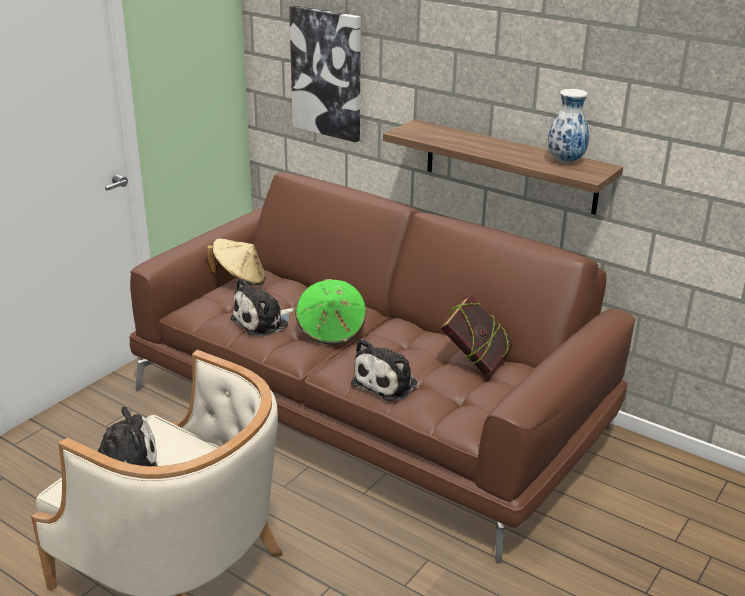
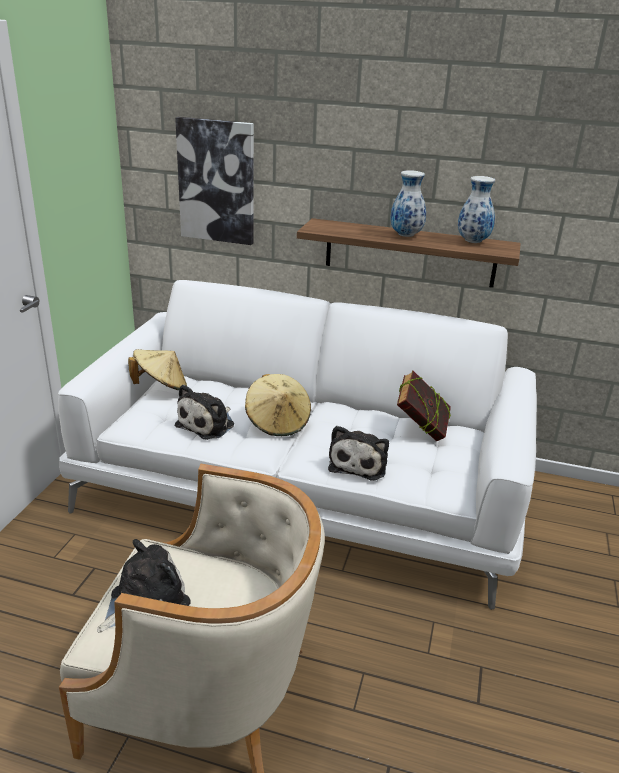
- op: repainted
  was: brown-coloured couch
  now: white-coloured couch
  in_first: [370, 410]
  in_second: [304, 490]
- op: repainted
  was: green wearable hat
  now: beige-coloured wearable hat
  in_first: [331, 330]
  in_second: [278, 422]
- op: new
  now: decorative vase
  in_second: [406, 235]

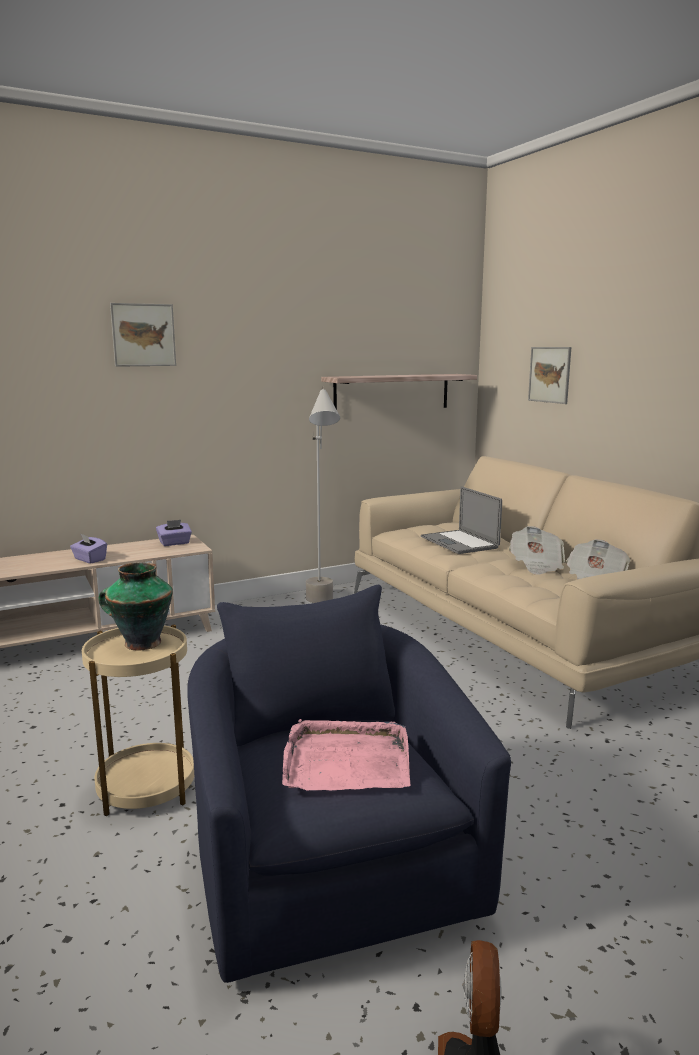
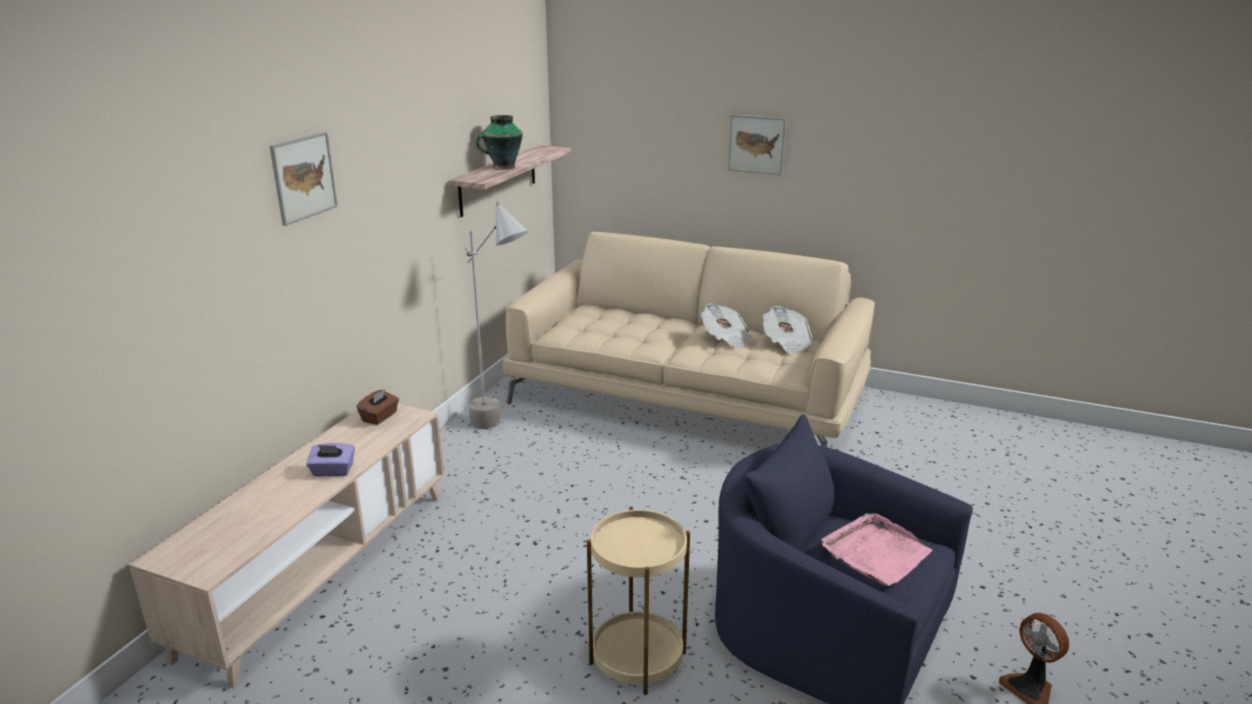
- op: shifted
  was: picture
  in_first: [549, 374]
  in_second: [756, 144]
- op: gone
  was: portable computer
  in_first: [459, 542]
- op: repainted
  was: purple box of tissues
  now: brown-coloured box of tissues
  in_first: [174, 543]
  in_second: [380, 417]
- op: shifted
  was: decorative vase
  in_first: [141, 643]
  in_second: [503, 167]

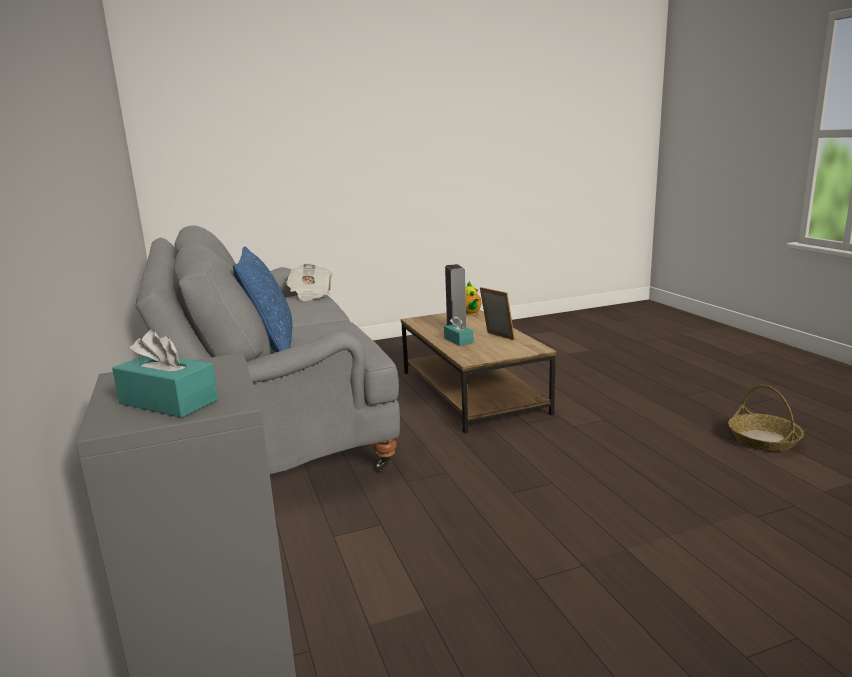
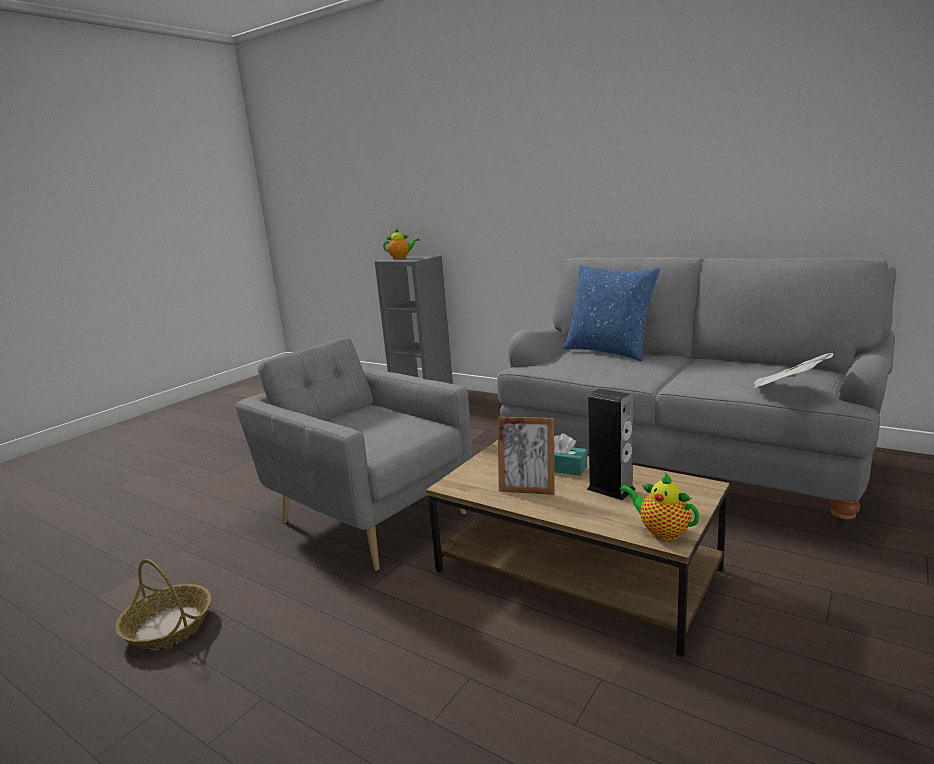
- op: swapped
  was: turquoise box of tissues
  now: pot for tea
  in_first: [169, 402]
  in_second: [401, 258]
- op: new
  now: greyish easy chair
  in_second: [368, 514]

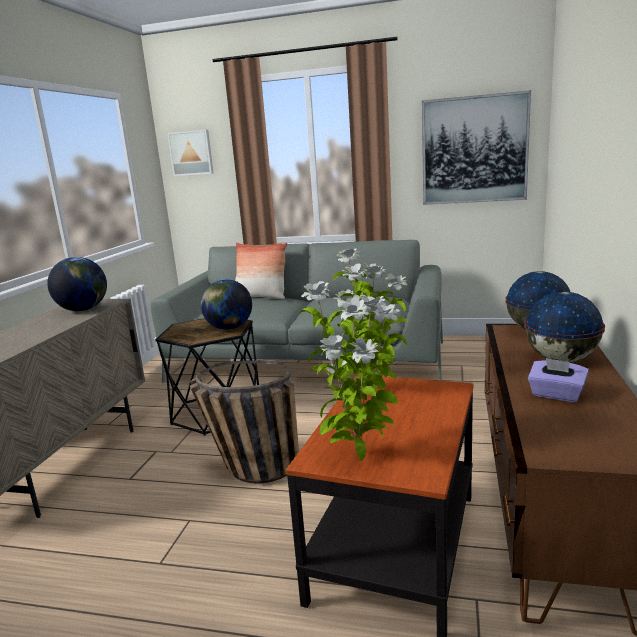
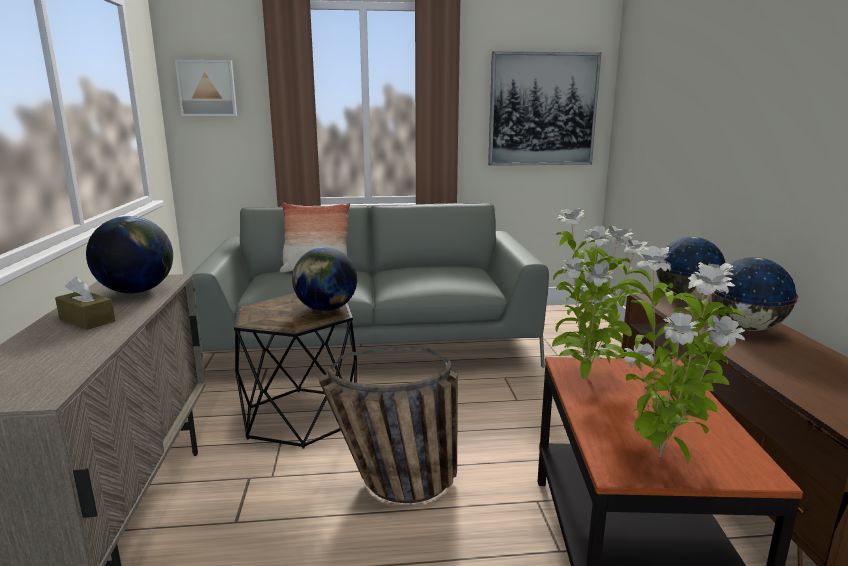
- op: gone
  was: purple box of tissues
  in_first: [556, 395]
- op: new
  now: brown-coloured box of tissues
  in_second: [87, 320]

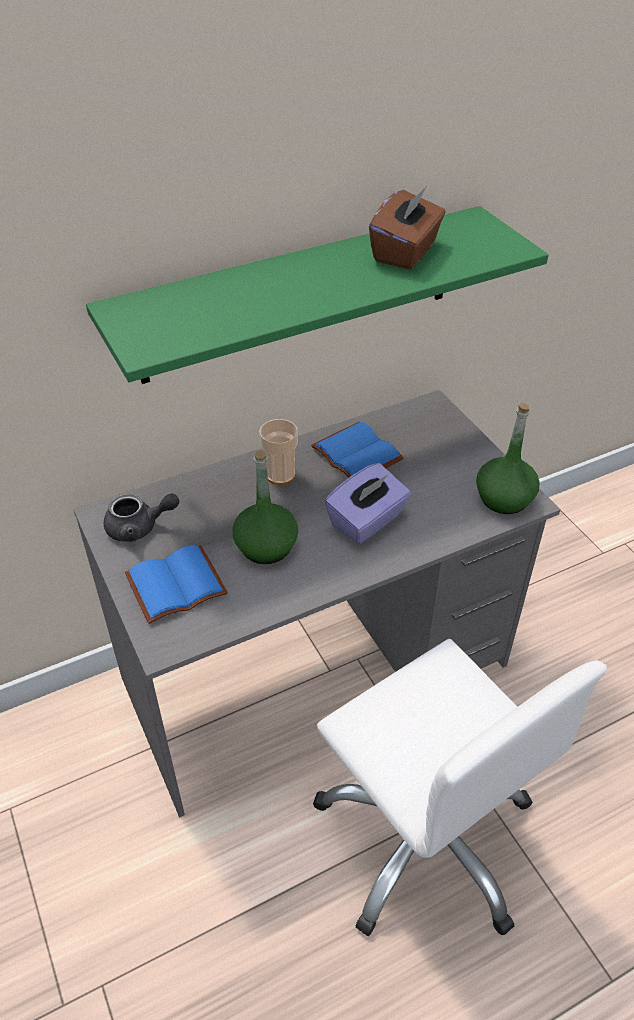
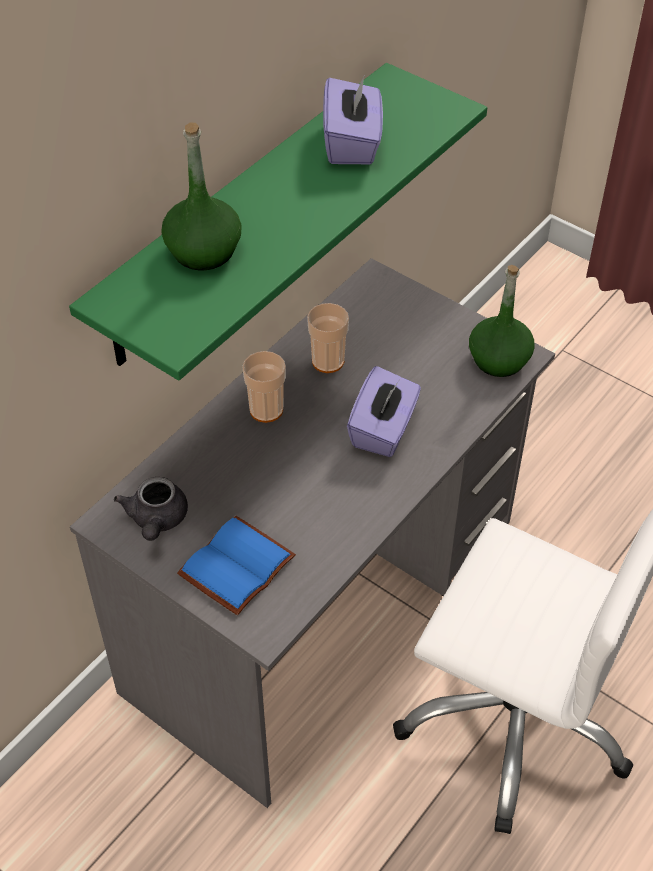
- op: repainted
  was: brown-coloured box of tissues
  now: purple box of tissues
  in_first: [406, 252]
  in_second: [352, 143]
- op: swapped
  was: blue-coloured book
  now: cup
  in_first: [354, 454]
  in_second: [328, 361]
- op: shifted
  was: green drink bottle
  in_first: [266, 547]
  in_second: [203, 251]
- op: rotated
  was: greyish pot for tea
  in_first: [139, 527]
  in_second: [156, 520]
  clockwise: 120

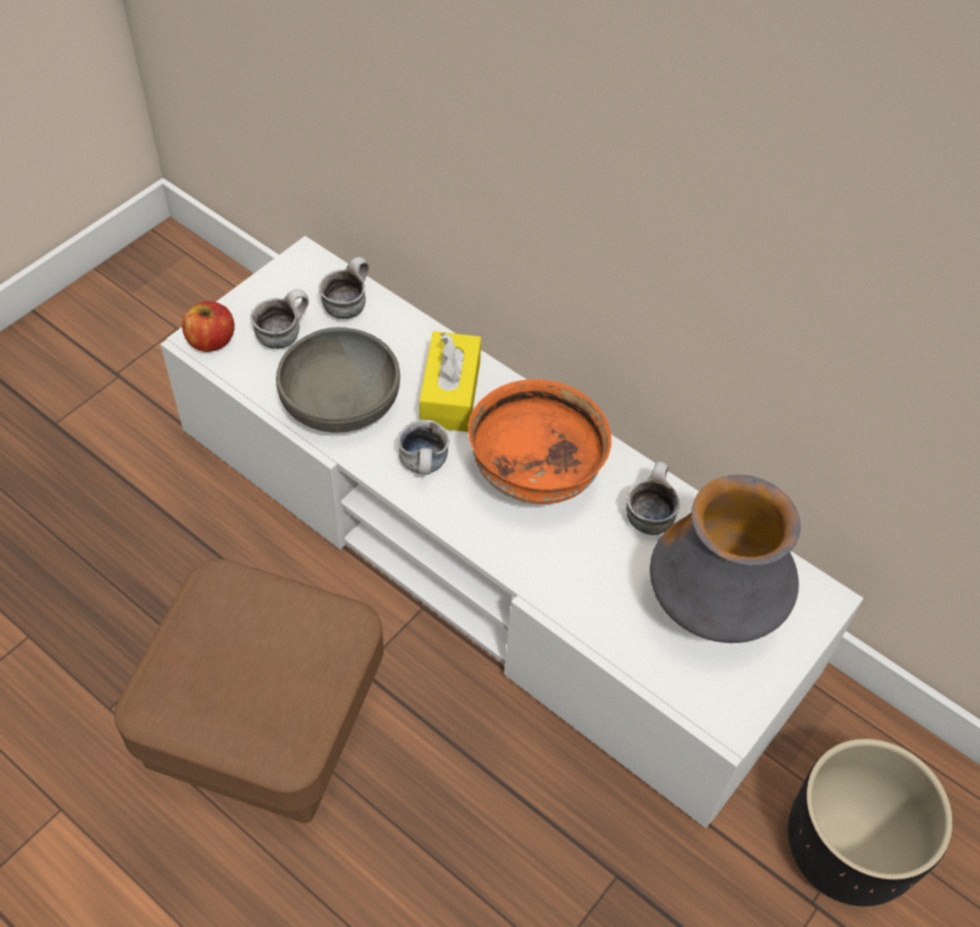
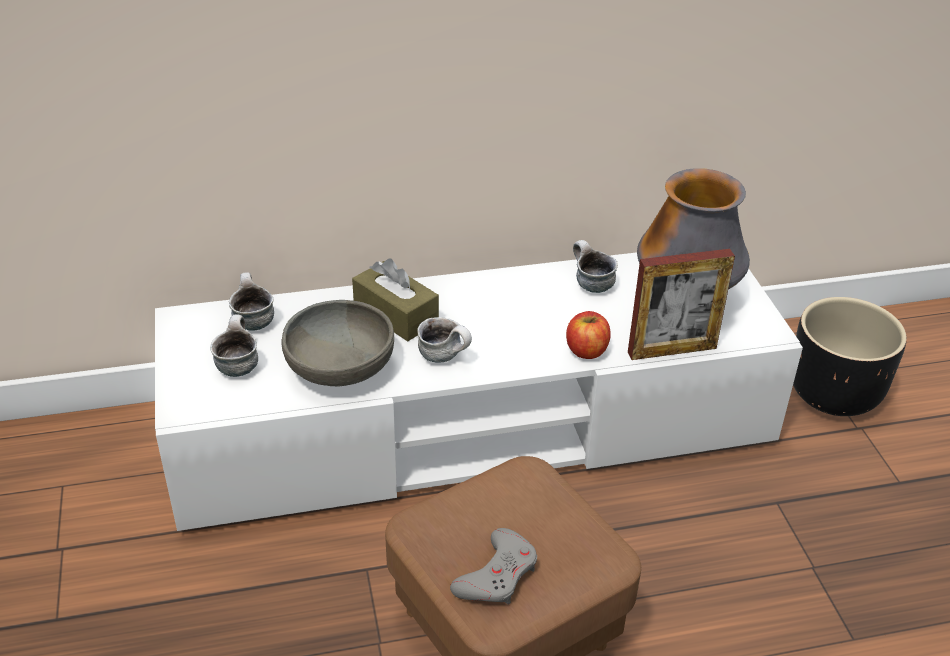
- op: shifted
  was: whole apple
  in_first: [211, 341]
  in_second: [586, 350]
- op: repainted
  was: yellow-coloured box of tissues
  now: brown-coloured box of tissues
  in_first: [450, 394]
  in_second: [396, 314]
- op: gone
  was: orangey deep dish
  in_first: [534, 478]
- op: new
  now: standing frame
  in_second: [672, 350]
- op: new
  now: greyish joypad
  in_second: [497, 575]

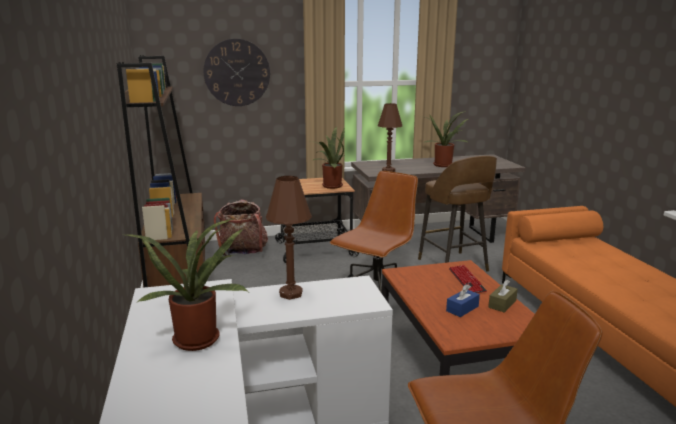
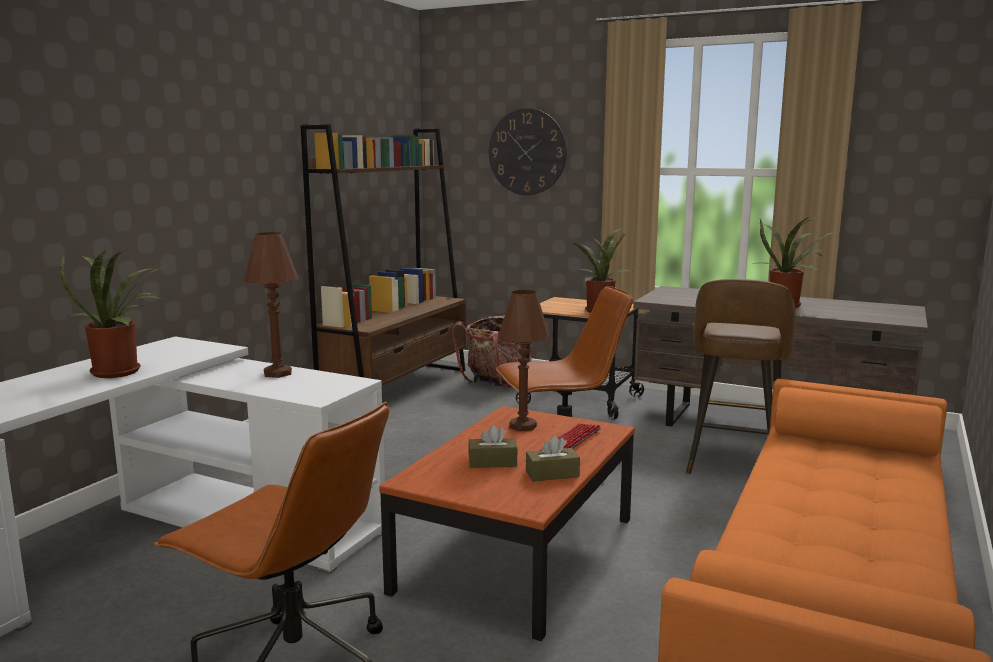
- op: shifted
  was: brown-coloured lamp for a table
  in_first: [388, 171]
  in_second: [523, 426]
- op: repainted
  was: blue-coloured box of tissues
  now: brown-coloured box of tissues
  in_first: [462, 309]
  in_second: [492, 462]

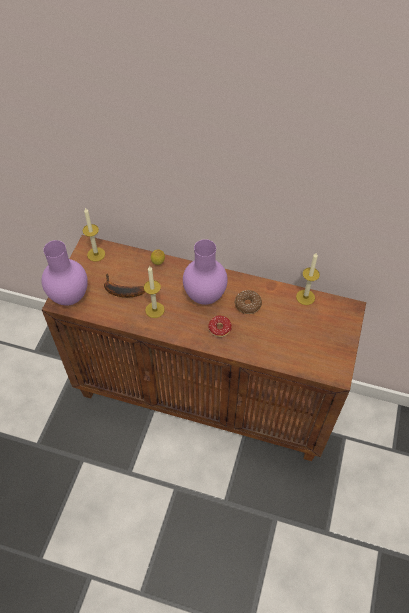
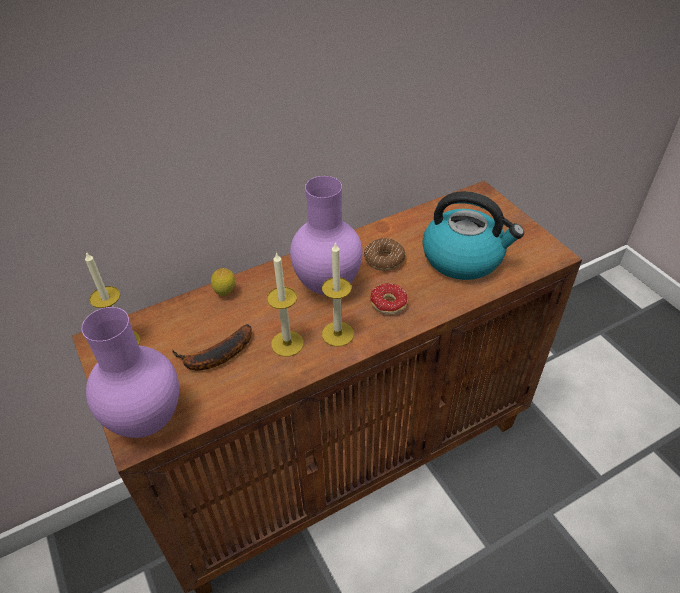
- op: shifted
  was: wax light
  in_first: [305, 297]
  in_second: [338, 334]
- op: new
  now: tea kettle
  in_second: [464, 258]

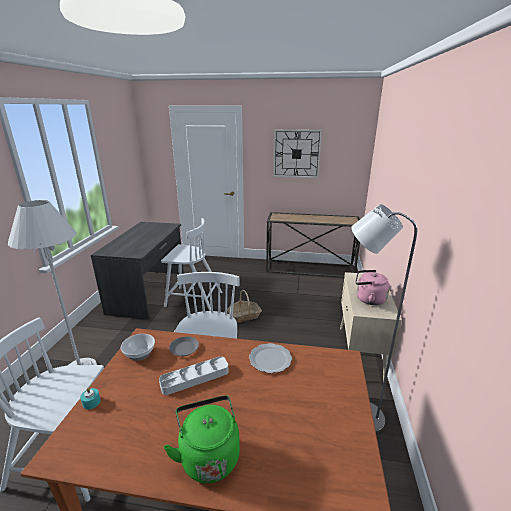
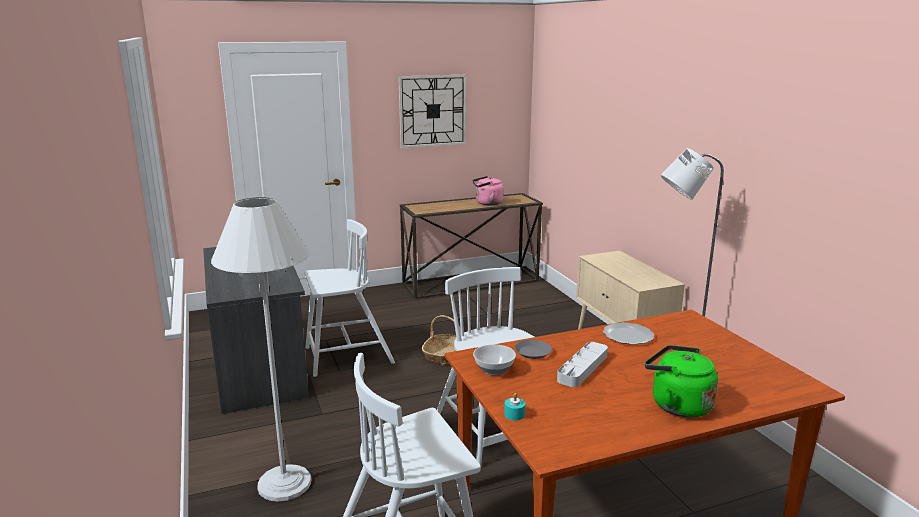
- op: shifted
  was: pinkish tea kettle
  in_first: [368, 299]
  in_second: [487, 203]

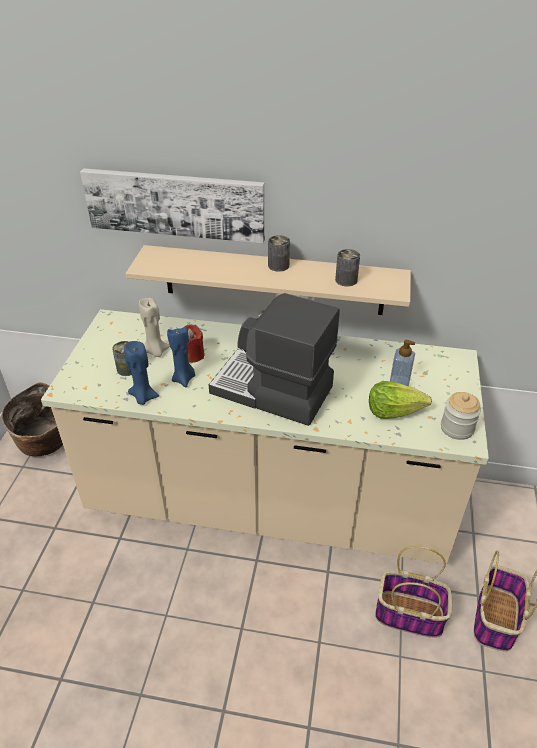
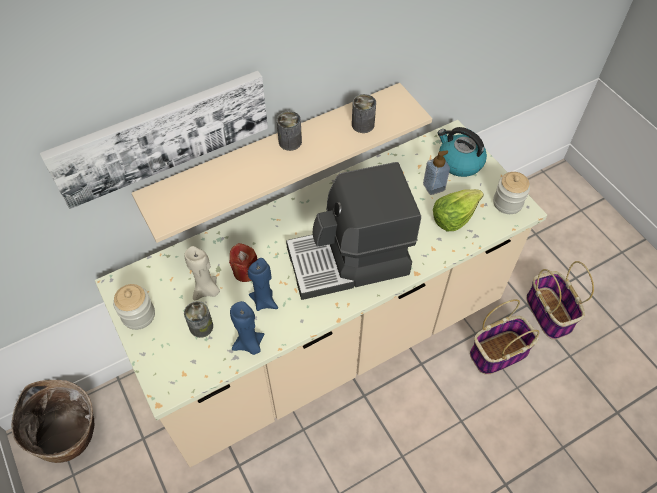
- op: new
  now: tea kettle
  in_second: [459, 162]
- op: new
  now: storage jar
  in_second: [138, 315]

